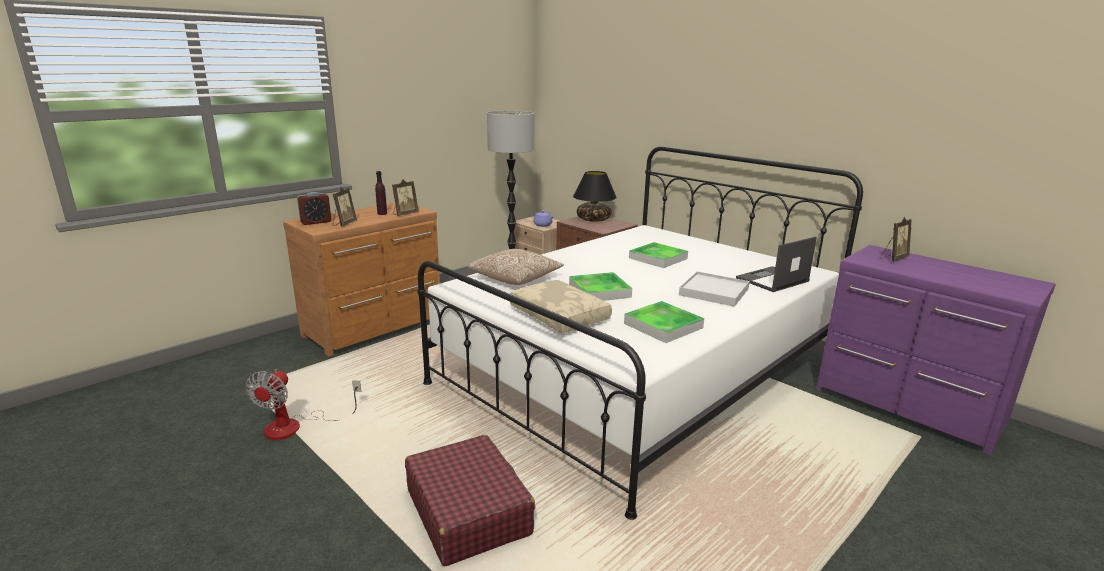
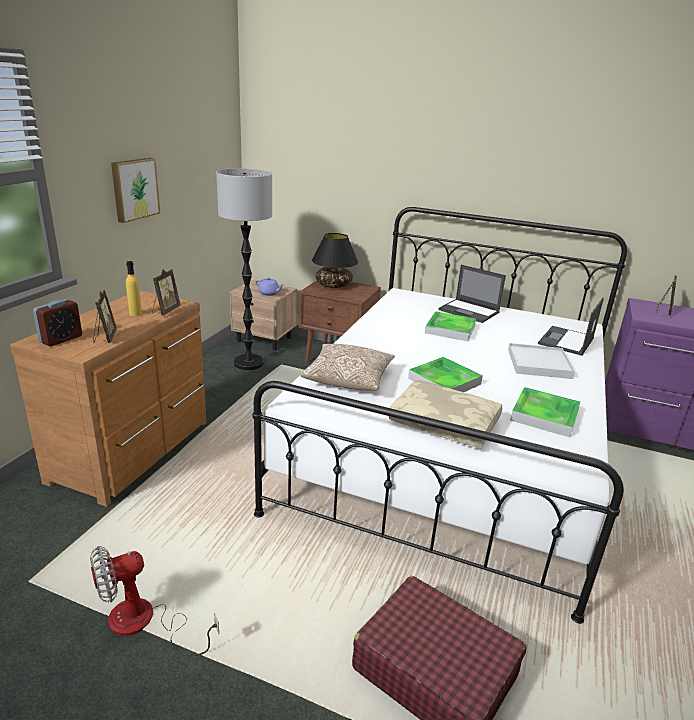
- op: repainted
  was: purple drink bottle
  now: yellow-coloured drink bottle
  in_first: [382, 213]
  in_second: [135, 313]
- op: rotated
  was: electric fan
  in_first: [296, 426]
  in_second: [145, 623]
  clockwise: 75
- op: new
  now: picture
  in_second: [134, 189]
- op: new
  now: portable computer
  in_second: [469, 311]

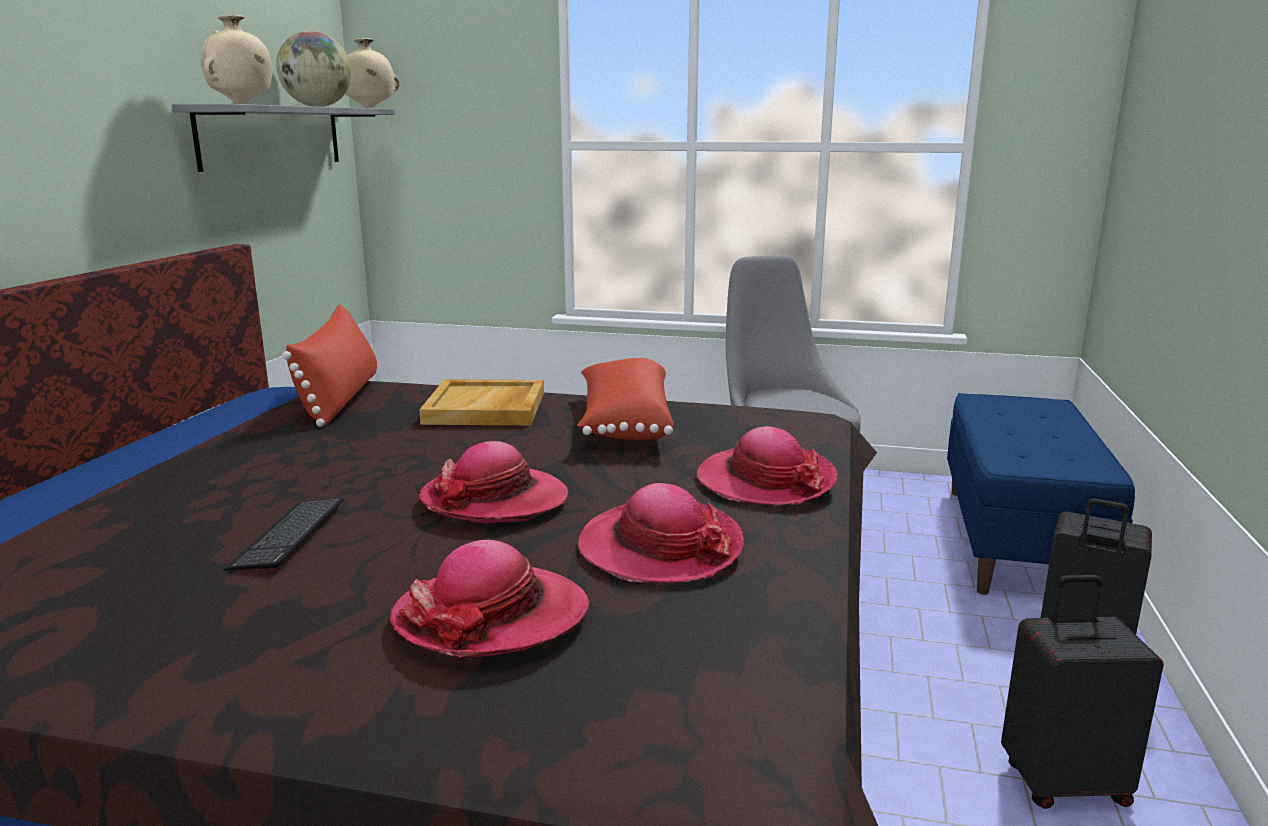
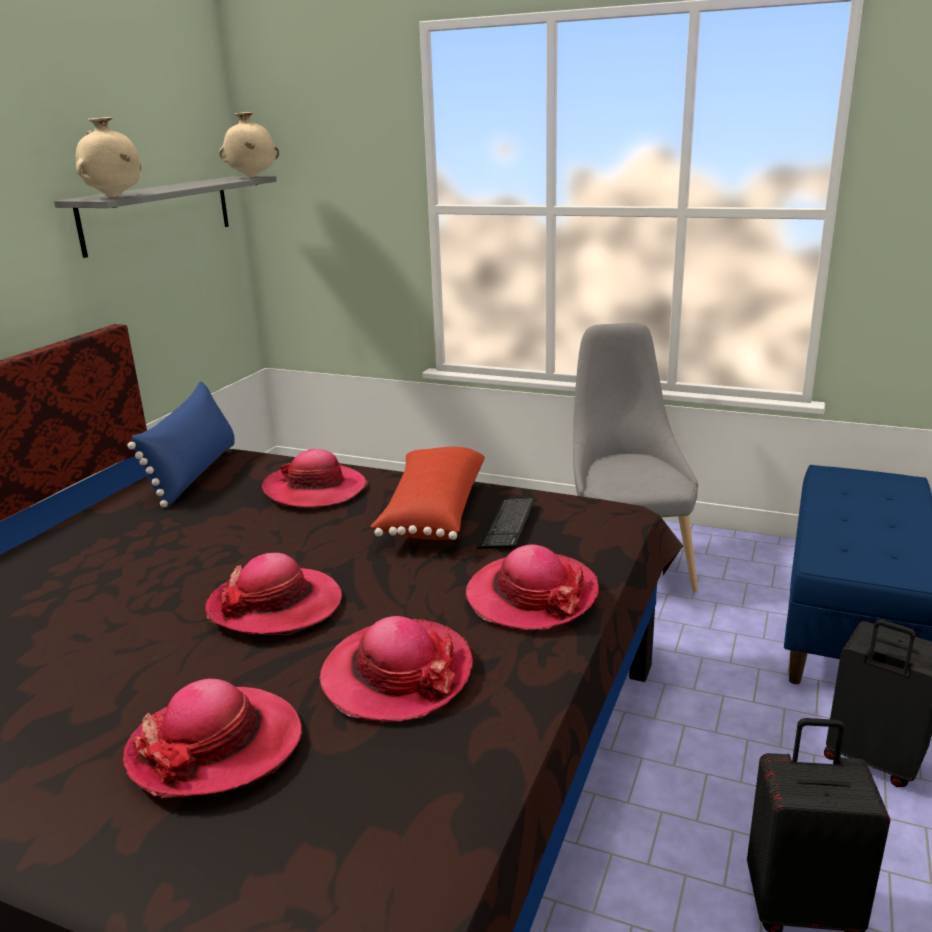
- op: gone
  was: world globe
  in_first: [318, 106]
- op: repainted
  was: reddish cushion
  now: blue-coloured cushion
  in_first: [340, 399]
  in_second: [195, 473]
- op: swapped
  was: beige-coloured carrying tray
  now: wearable hat
  in_first: [486, 408]
  in_second: [315, 489]
- op: shifted
  was: computer keyboard
  in_first: [289, 536]
  in_second: [507, 525]

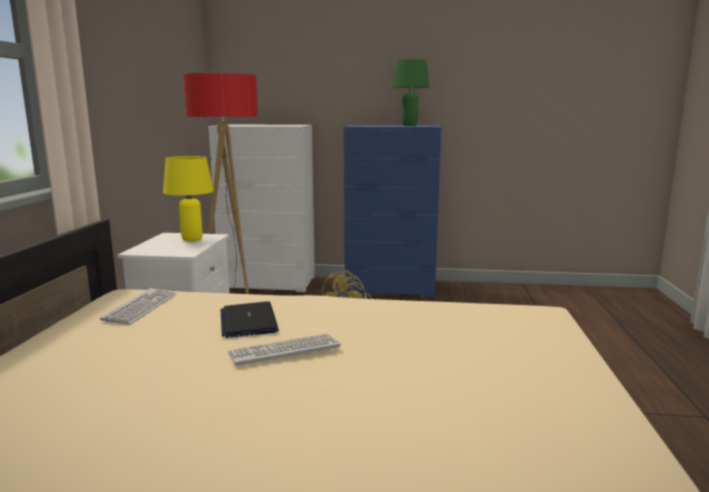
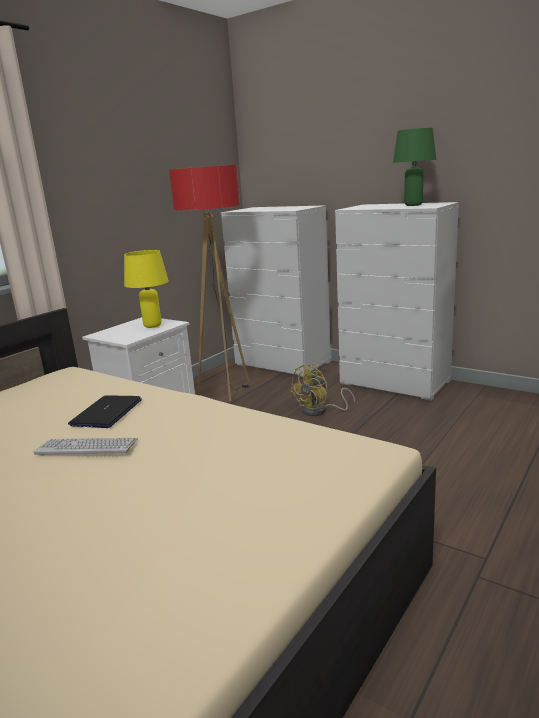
- op: repainted
  was: blue-coloured dresser
  now: white-coloured dresser
  in_first: [391, 287]
  in_second: [395, 383]
- op: gone
  was: computer keyboard
  in_first: [141, 307]

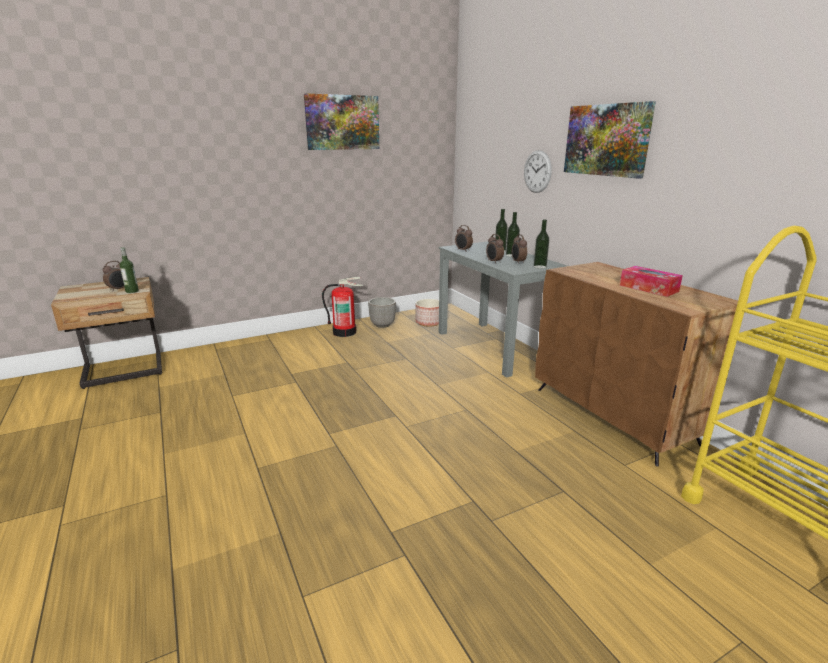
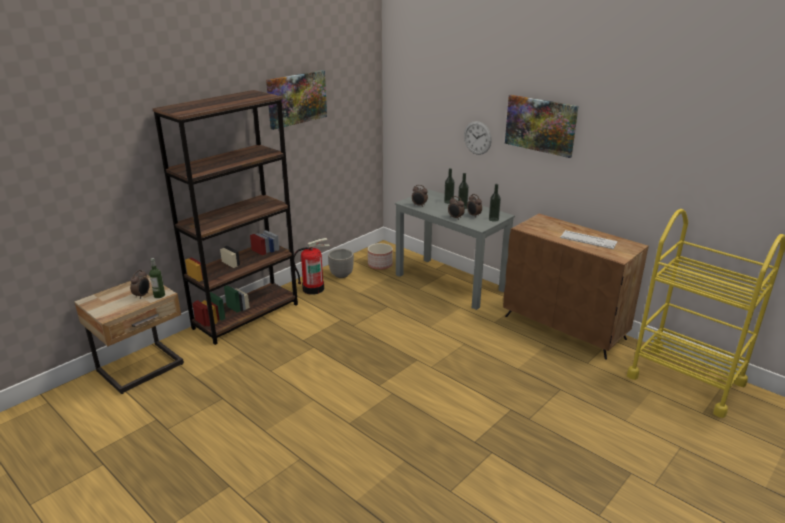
- op: swapped
  was: box of tissues
  now: computer keyboard
  in_first: [648, 288]
  in_second: [588, 240]
- op: new
  now: brown-coloured bookshelf
  in_second: [246, 316]

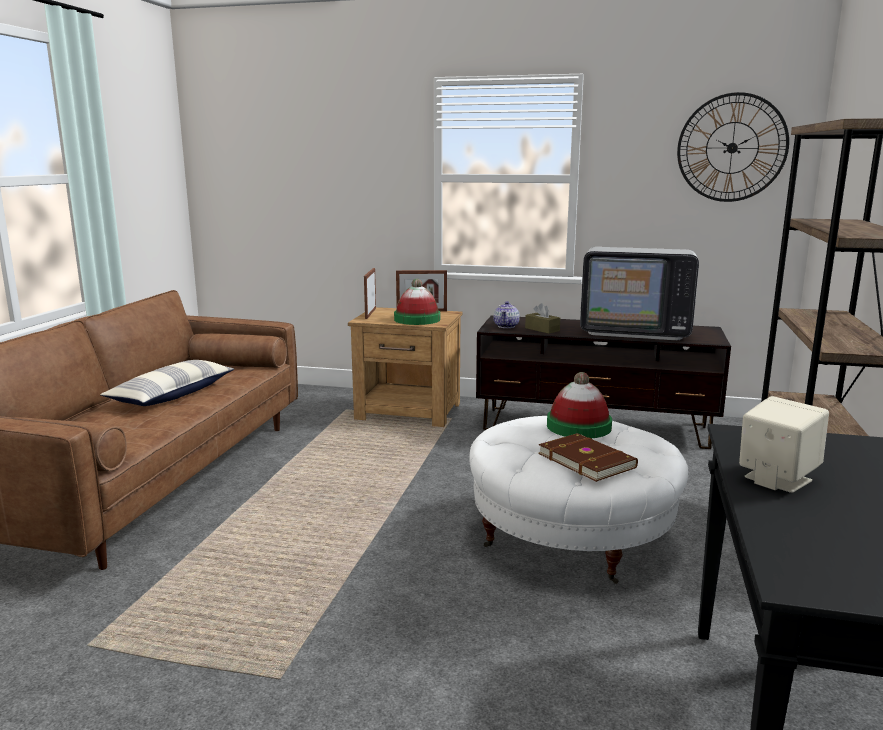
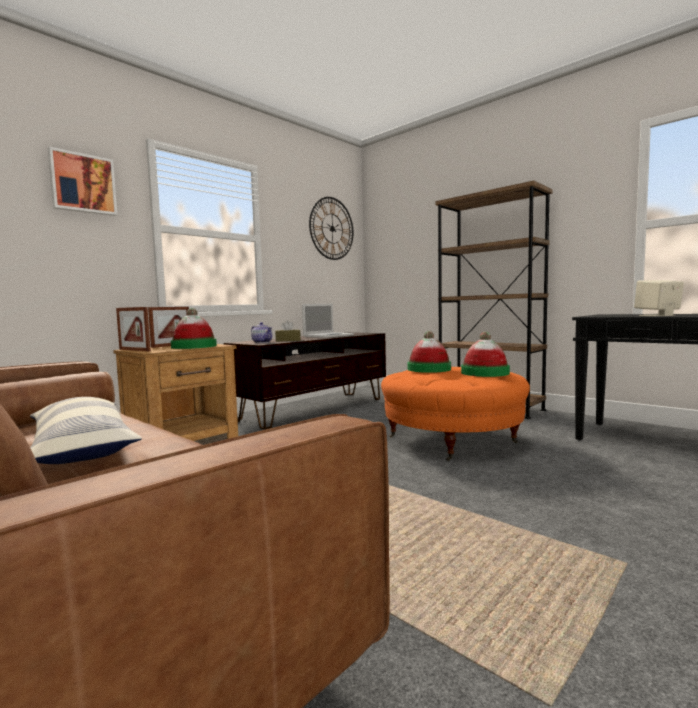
- op: swapped
  was: television
  now: portable computer
  in_first: [635, 331]
  in_second: [329, 335]
- op: repainted
  was: white-coloured footrest
  now: orangey footrest
  in_first: [571, 536]
  in_second: [452, 440]
- op: swapped
  was: brown-coloured book
  now: wearable hat
  in_first: [587, 460]
  in_second: [485, 373]
- op: new
  now: picture
  in_second: [83, 184]

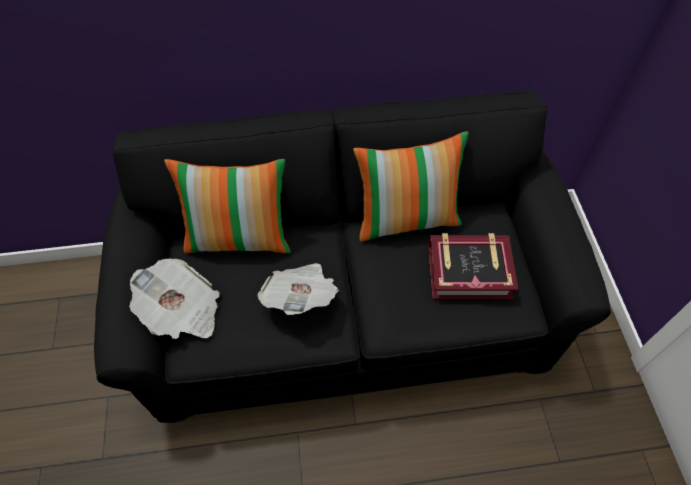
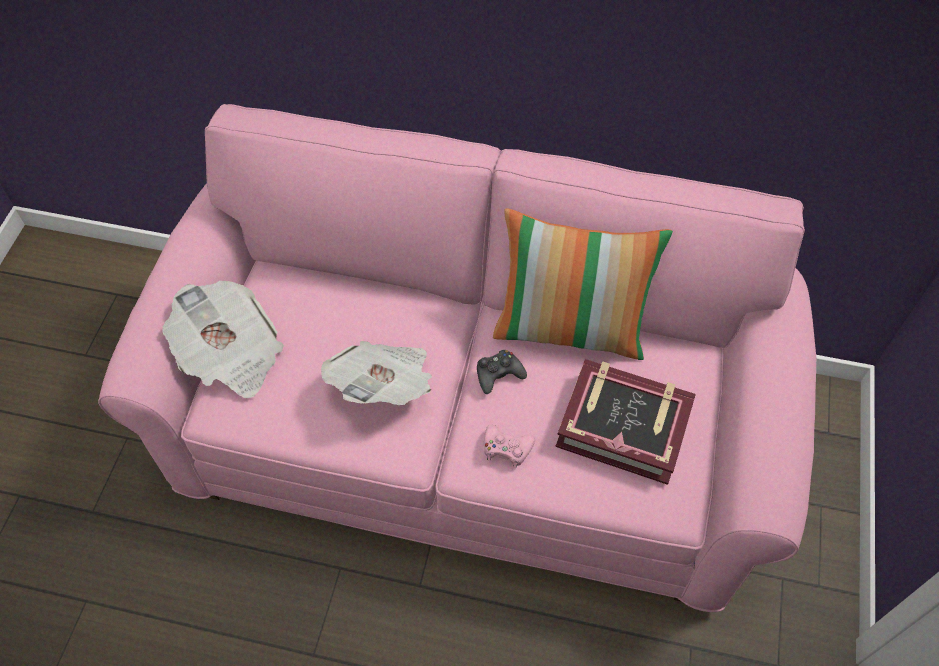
- op: repainted
  was: black couch
  now: pinkish couch
  in_first: [346, 310]
  in_second: [470, 432]
- op: gone
  was: cushion
  in_first: [239, 238]
- op: new
  now: black joypad
  in_second: [498, 374]
- op: new
  now: pinkish joypad
  in_second: [506, 449]

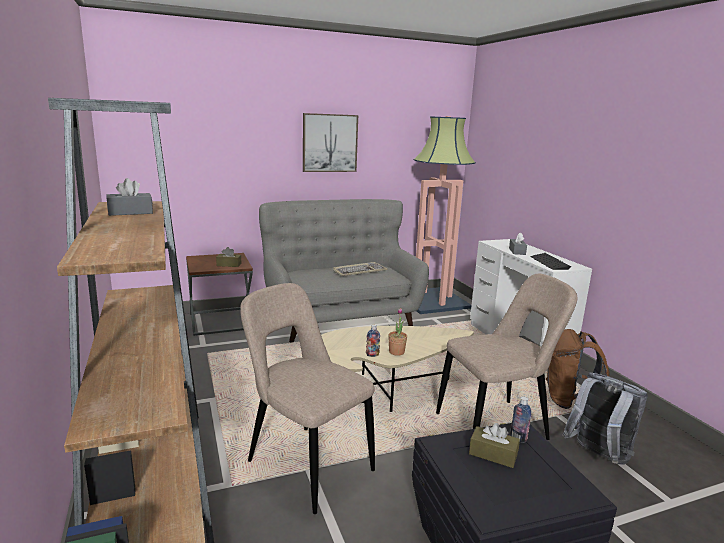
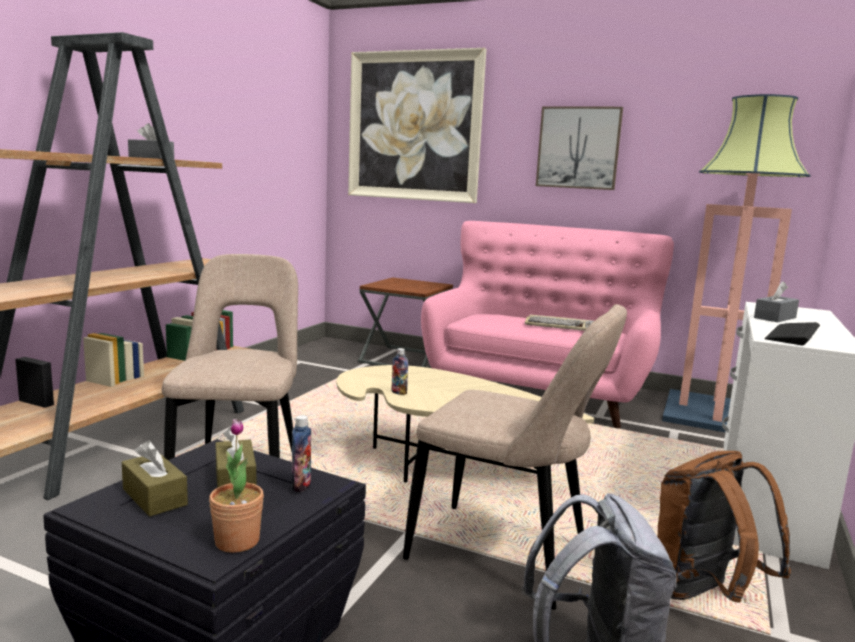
- op: repainted
  was: greyish couch
  now: pinkish couch
  in_first: [340, 317]
  in_second: [538, 392]
- op: shifted
  was: brown-coloured box of tissues
  in_first: [229, 265]
  in_second: [154, 497]
- op: shifted
  was: plant in a pot
  in_first: [396, 352]
  in_second: [237, 541]
- op: new
  now: picture
  in_second: [414, 126]

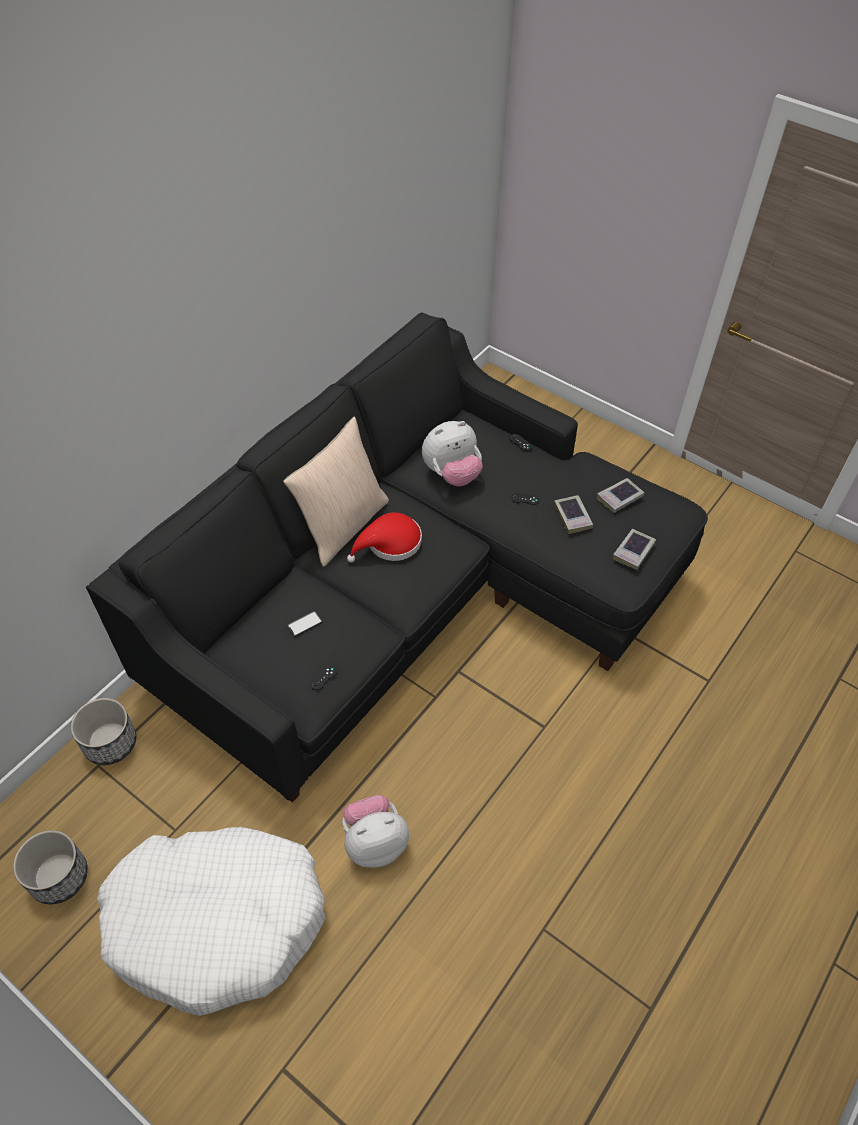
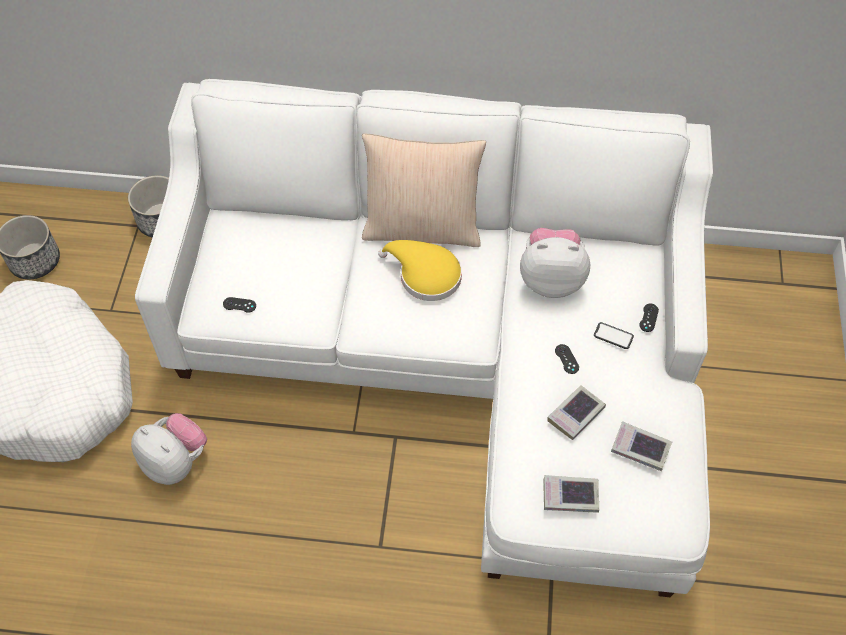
- op: repainted
  was: black couch
  now: white-coloured couch
  in_first: [414, 595]
  in_second: [458, 353]
- op: rotated
  was: plush toy
  in_first: [452, 474]
  in_second: [551, 279]
  clockwise: 150
- op: repainted
  was: reddish wearable hat
  now: yellow-coloured wearable hat
  in_first: [390, 543]
  in_second: [425, 275]
- op: shifted
  was: telephone
  in_first: [304, 624]
  in_second: [613, 336]

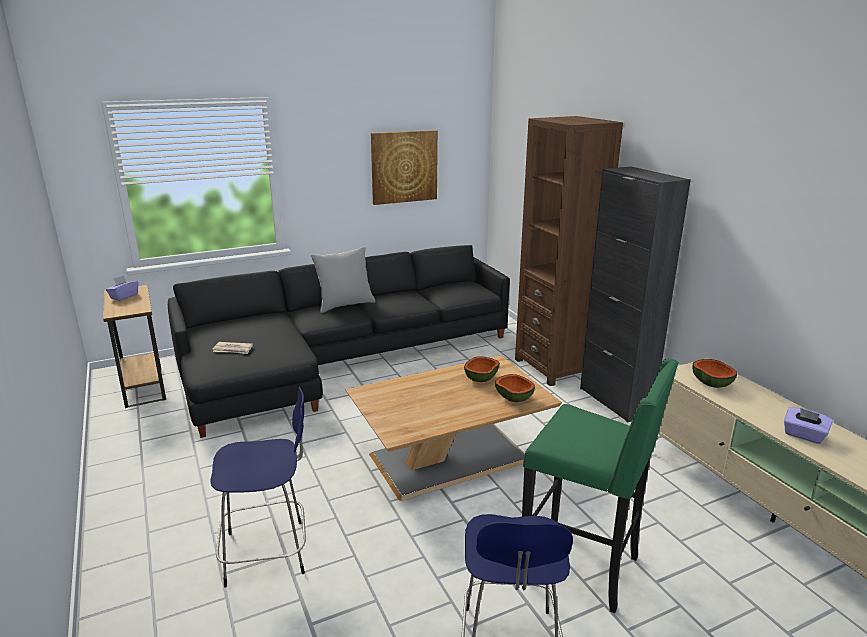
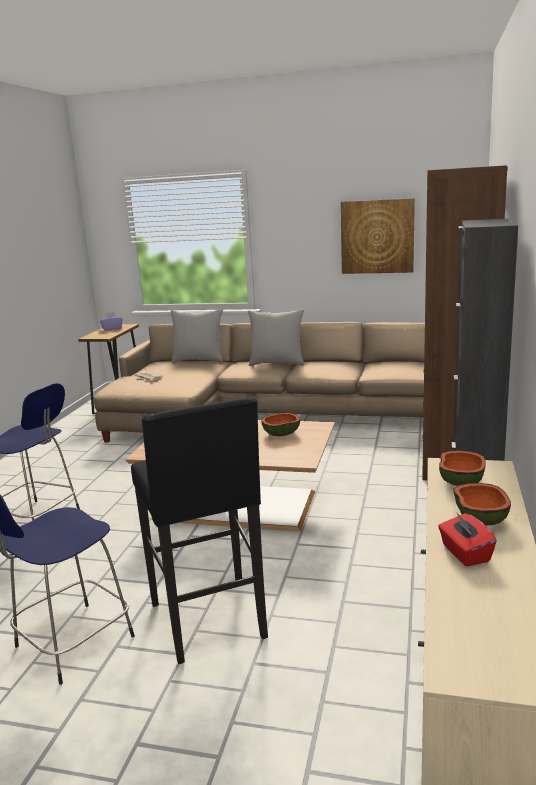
- op: repainted
  was: black couch
  now: beige-coloured couch
  in_first: [335, 360]
  in_second: [263, 415]
- op: repainted
  was: green sitting stool
  now: black sitting stool
  in_first: [583, 567]
  in_second: [211, 622]
- op: shifted
  was: deep dish
  in_first: [513, 398]
  in_second: [479, 519]
- op: repainted
  was: purple box of tissues
  now: reddish box of tissues
  in_first: [803, 435]
  in_second: [465, 553]
- op: new
  now: greyish cushion
  in_second: [198, 360]

